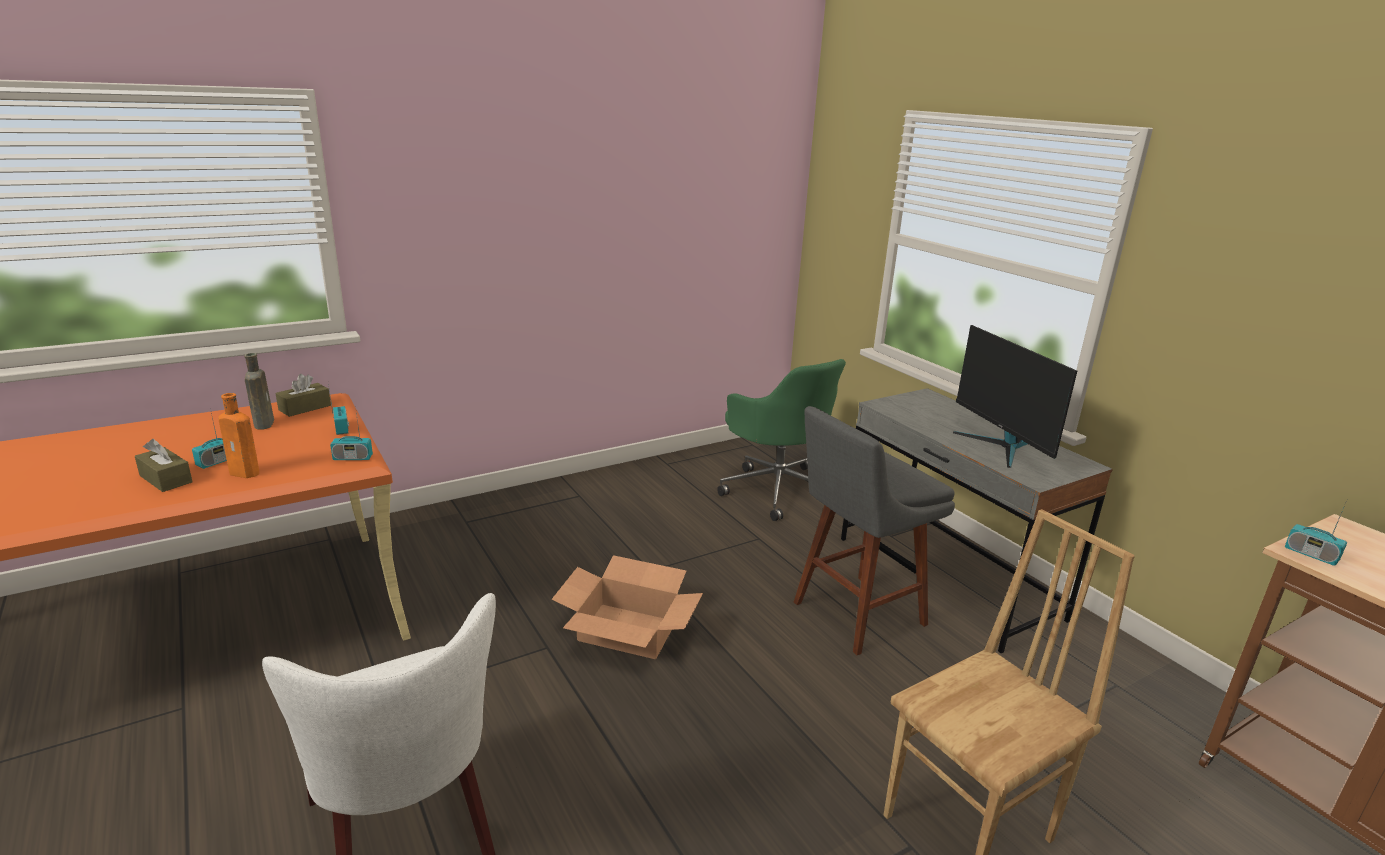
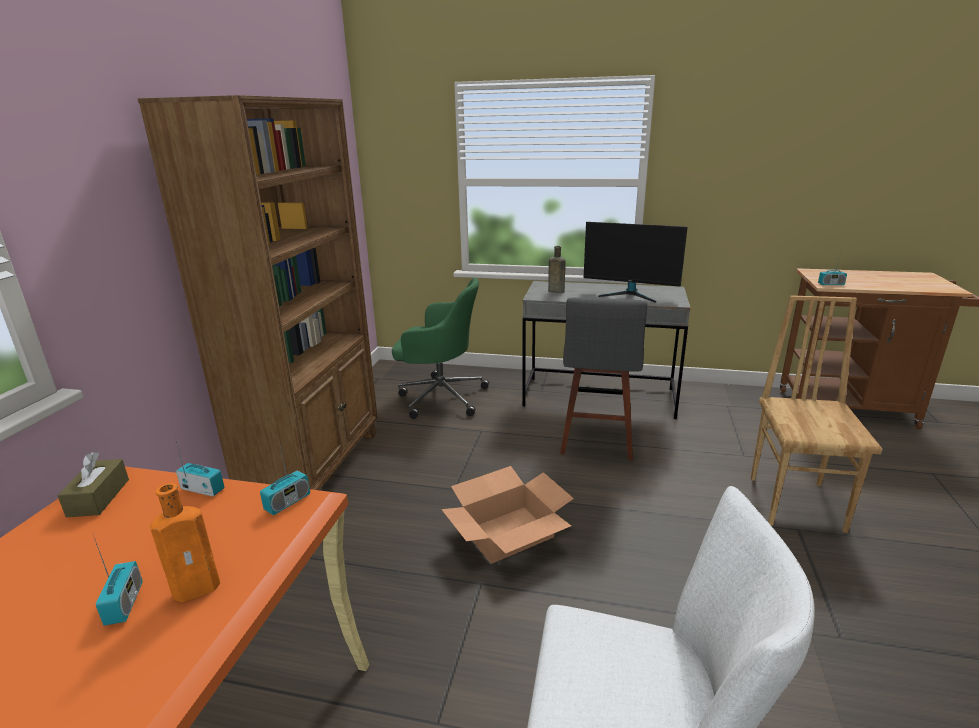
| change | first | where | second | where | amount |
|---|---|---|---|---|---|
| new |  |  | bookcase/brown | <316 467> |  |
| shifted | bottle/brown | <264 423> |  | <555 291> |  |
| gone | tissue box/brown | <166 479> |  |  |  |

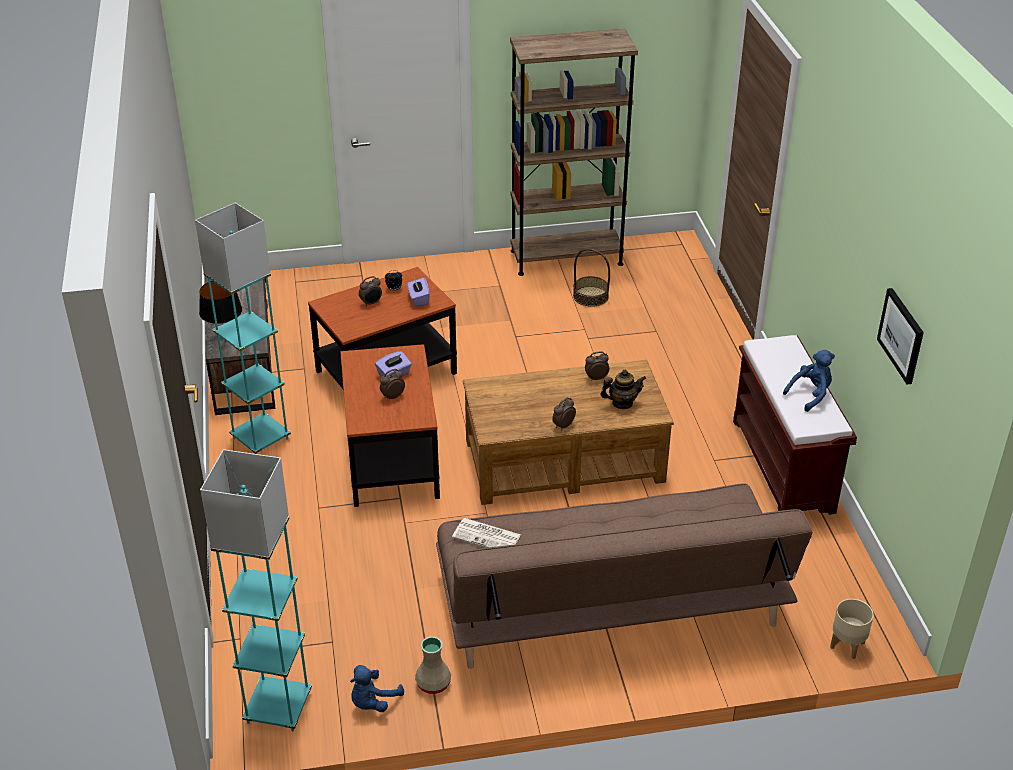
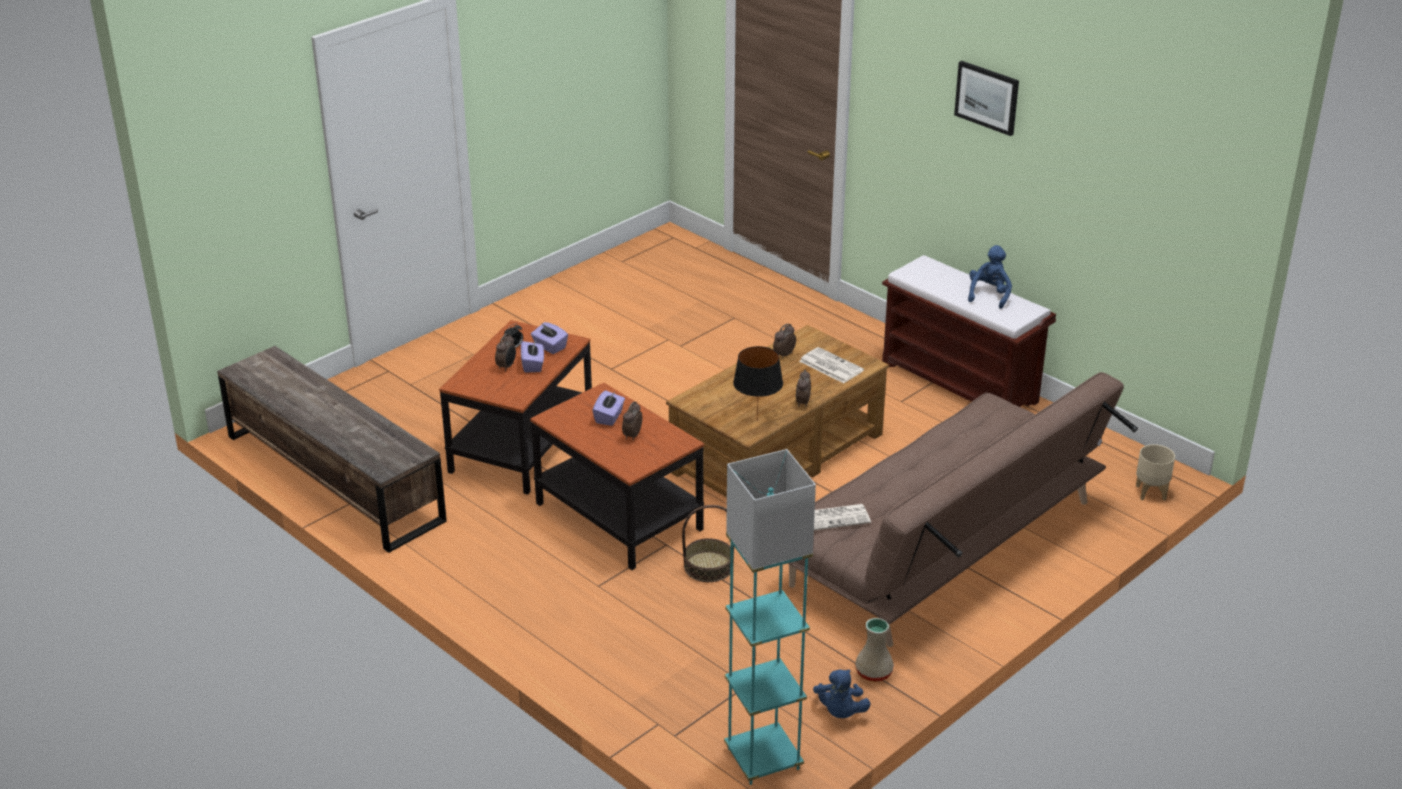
| change | first | where | second | where | amount |
|---|---|---|---|---|---|
| new |  |  | tissue box/purple | <533 365> |  |
| shifted | basket | <590 296> |  | <708 567> |  |
| shifted | table lamp/black | <225 342> |  | <758 420> |  |
| swapped | teapot | <622 403> | newspaper | <830 366> |  |
| shifted | picture | <901 335> |  | <987 97> |  |
| gone | floor lamp/turquoise | <260 438> |  |  |  |
| gone | bookcase/brown | <566 257> |  |  |  |

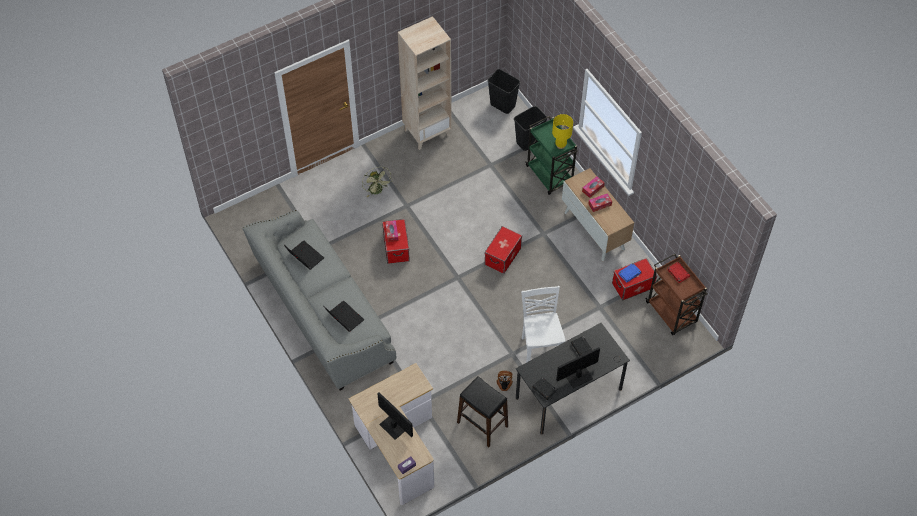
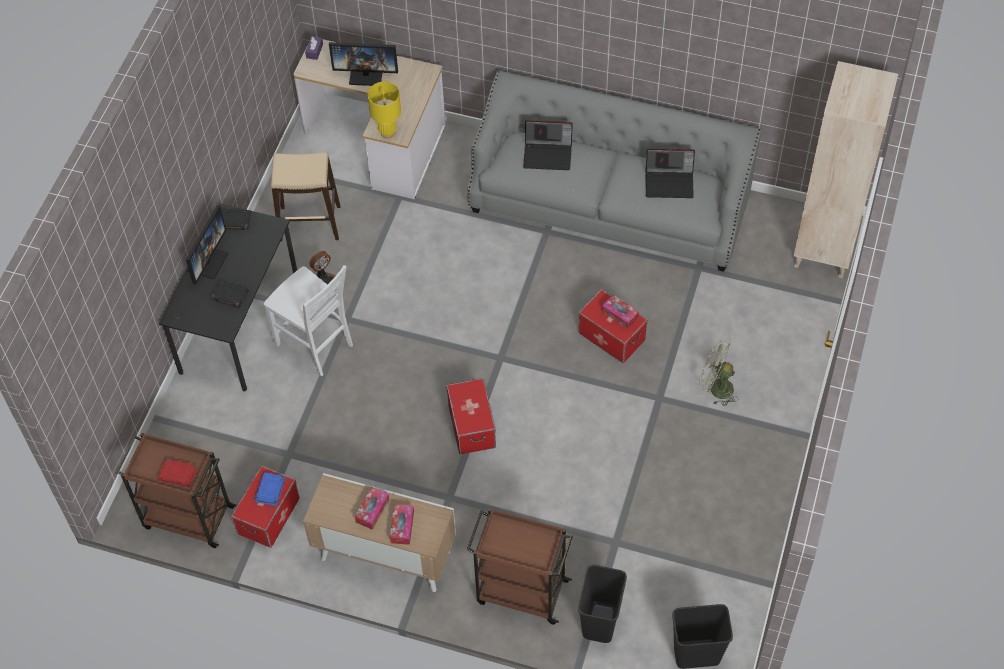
| change | first | where | second | where | amount |
|---|---|---|---|---|---|
| repainted | stool/black | <482 424> | stool/beige | <309 223> |  |
| shifted | table lamp/yellow | <560 145> |  | <388 132> |  |
| repainted | cart/green | <549 175> | cart/brown | <520 591> |  |
| shifted | bookcase/beige | <427 132> |  | <824 250> |  |

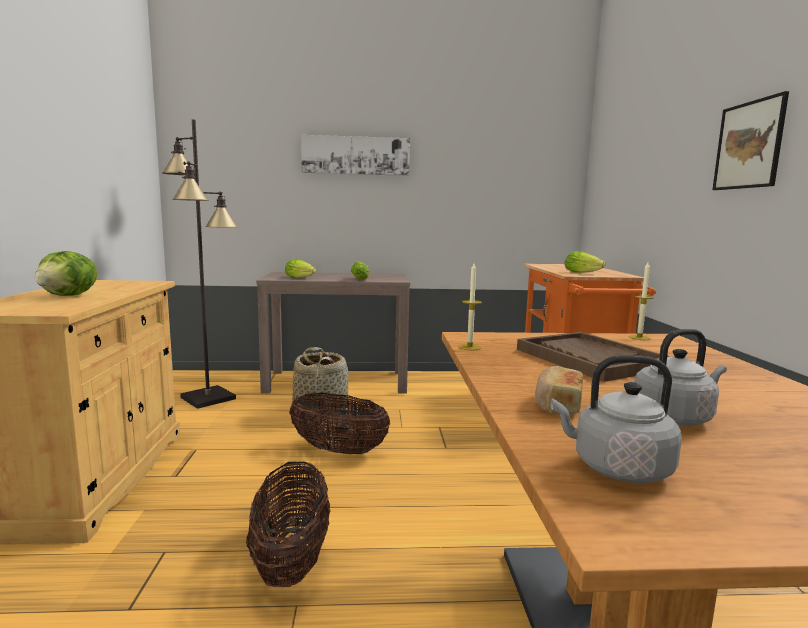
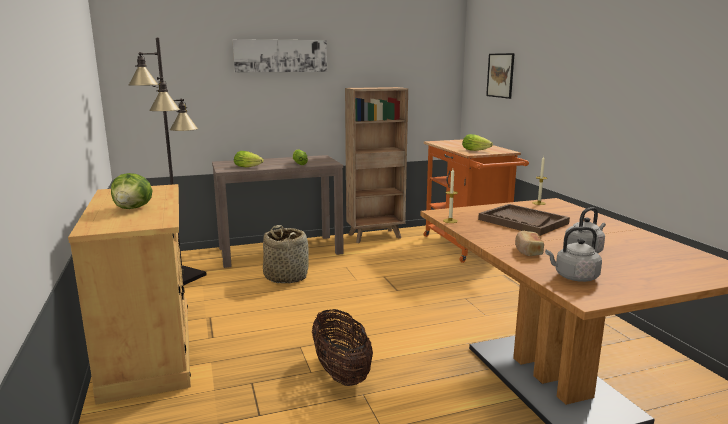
| change | first | where | second | where | amount |
|---|---|---|---|---|---|
| new |  |  | bookcase/brown | <376 236> |  |
| shifted | picture | <749 145> |  | <500 75> |  |
| gone | basket | <338 450> |  |  |  |

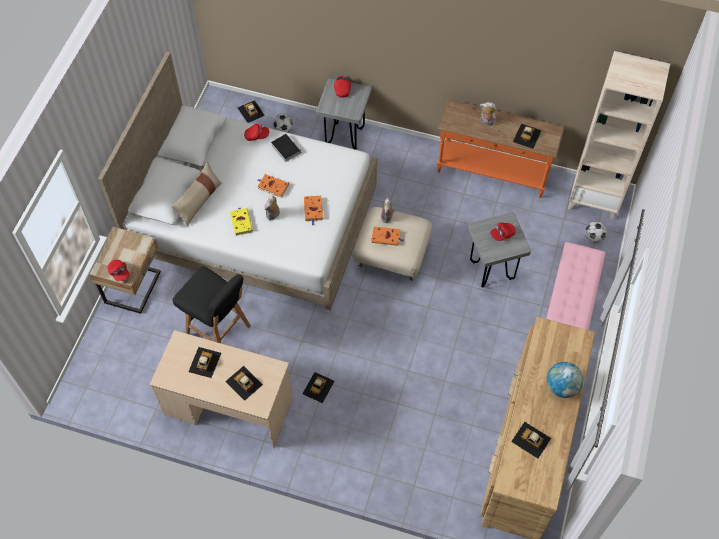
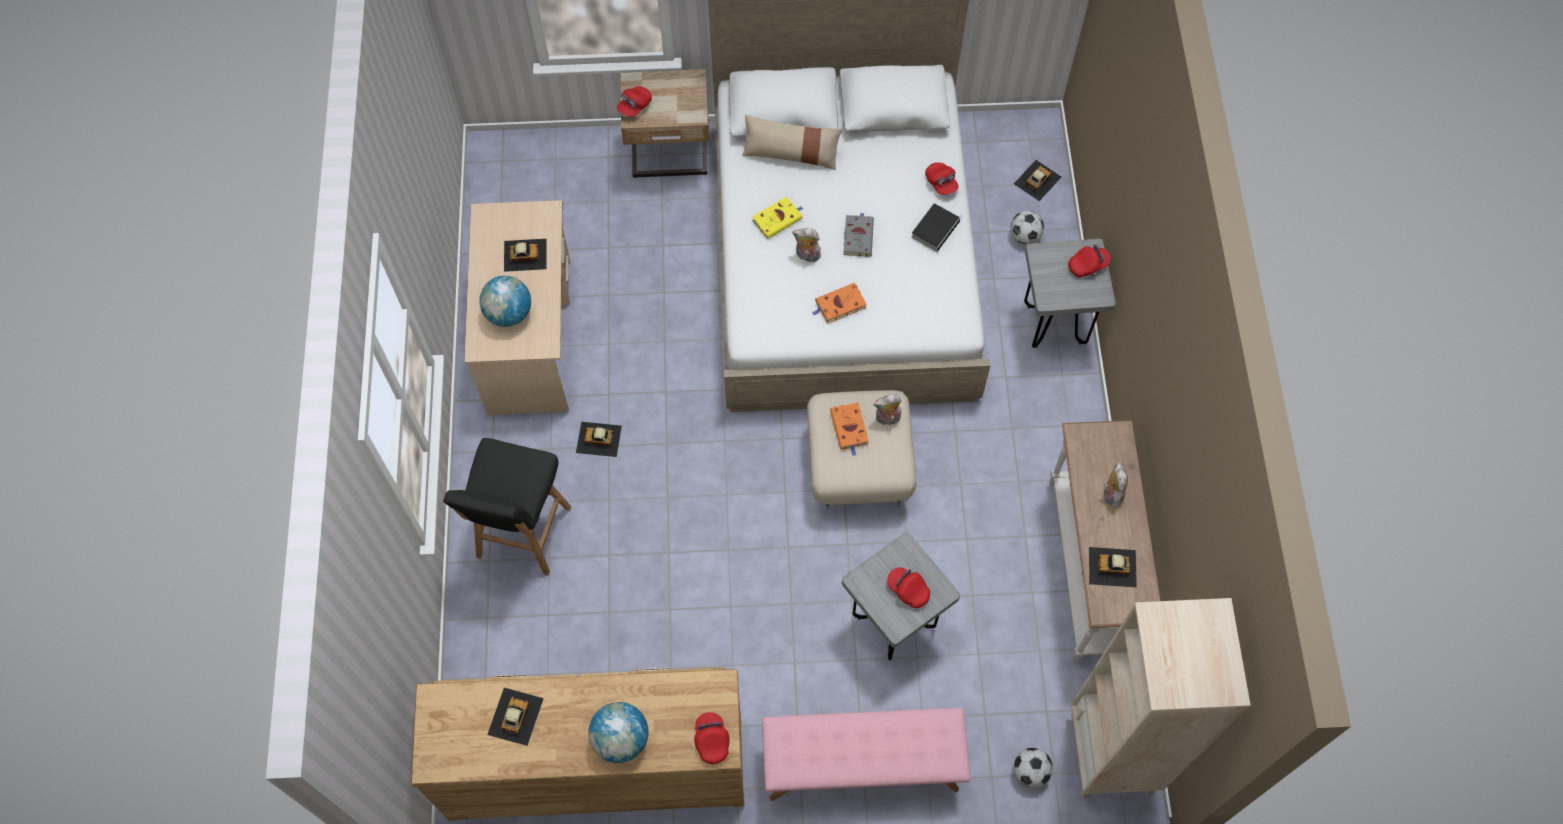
| change | first | where | second | where | amount |
|---|---|---|---|---|---|
| shifted | stool/black | <219 332> |  | <523 534> |  |
| swapped | toy car | <244 383> | globe | <509 313> |  |
| new |  |  | cap/red | <712 740> |  |
| repainted | book/orange | <272 186> | book/grey | <858 236> |  |
| repainted | console table/orange | <492 173> | console table/white | <1086 569> |  |

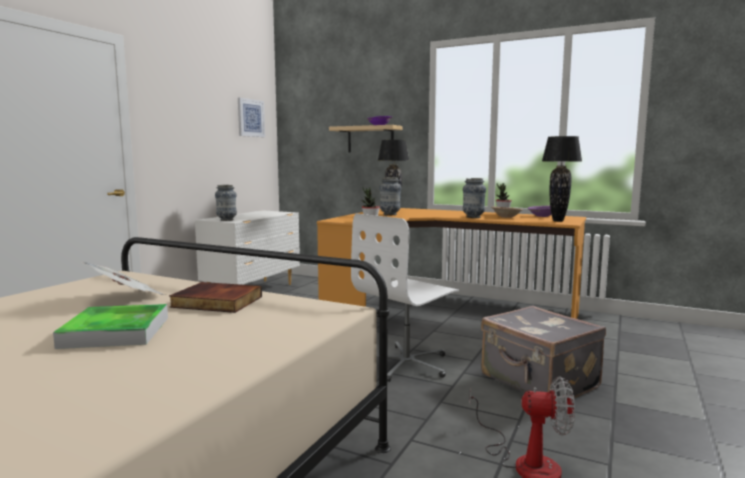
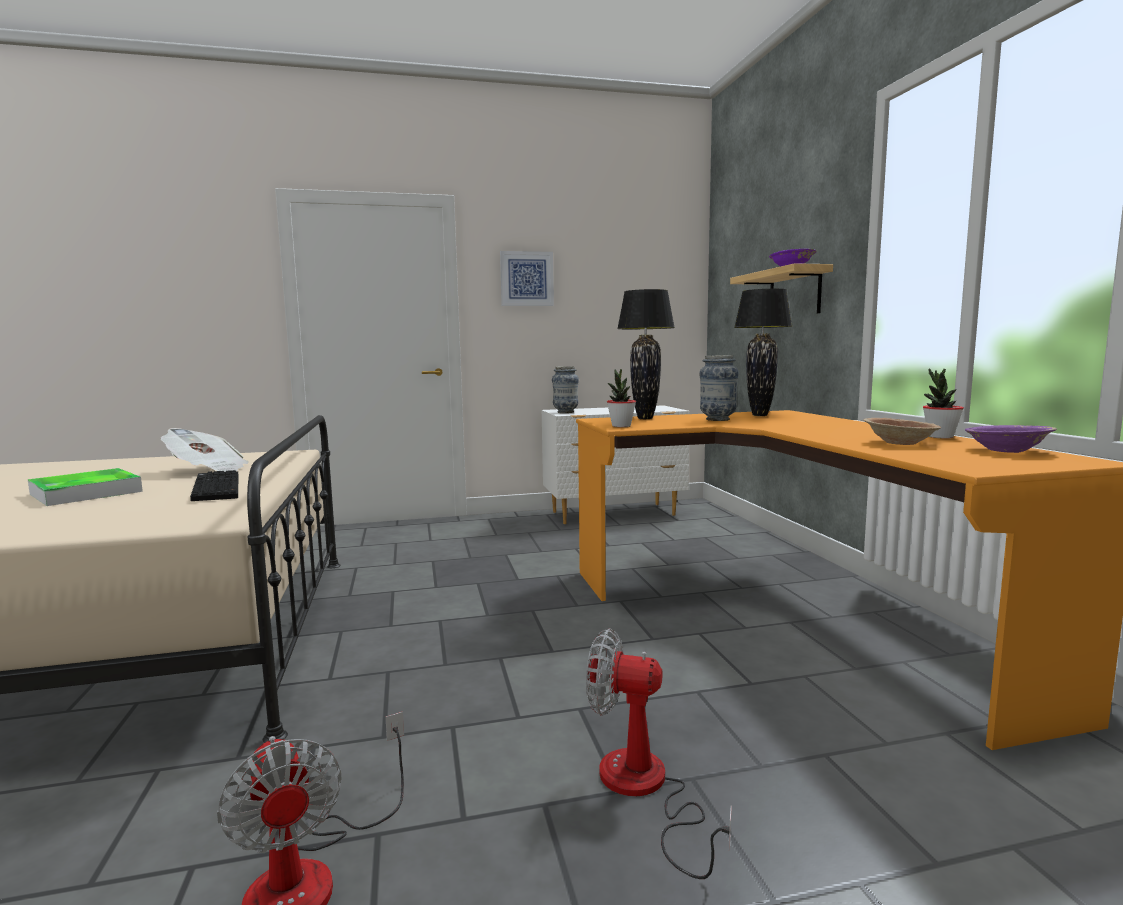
| change | first | where | second | where | amount |
|---|---|---|---|---|---|
| swapped | book | <216 302> | keyboard | <214 488> |  |
| shifted | picture | <250 118> |  | <526 279> |  |
| swapped | suitcase/grey | <538 382> | fan | <644 790> |  |
| shifted | table lamp/black | <557 221> |  | <644 418> |  |
| gone | office chair/white | <407 364> |  |  |  |
| gone | vase | <473 217> |  |  |  |

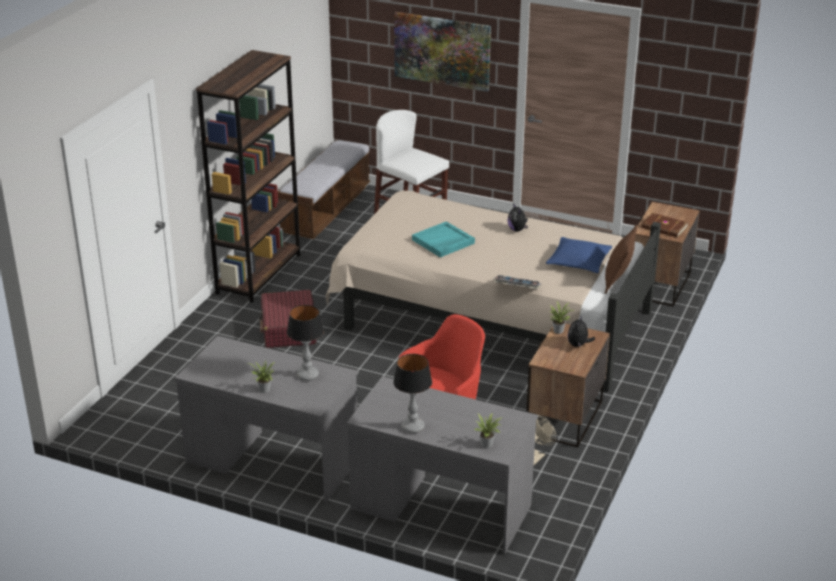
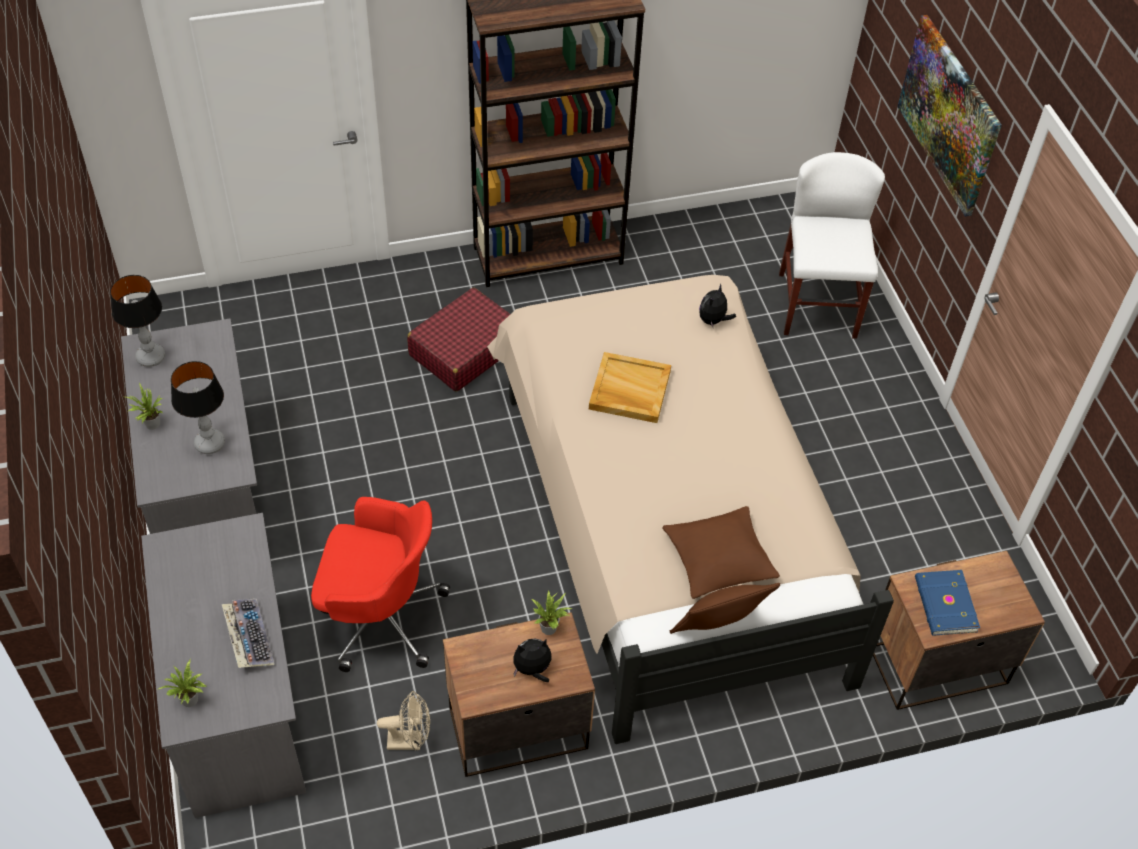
| change | first | where | second | where | amount |
|---|---|---|---|---|---|
| shifted | table lamp | <412 427> |  | <150 357> |  |
| shifted | keyboard | <515 287> |  | <248 637> |  |
| repainted | tray/turquoise | <443 242> | tray/beige | <629 390> |  |
| repainted | pillow/blue | <578 262> | pillow/brown | <718 559> |  |
| shifted | plush toy | <517 230> |  | <713 320> |  |
| repainted | book/brown | <664 227> | book/blue | <944 605> |  |
| gone | bench | <326 209> |  |  |  |

